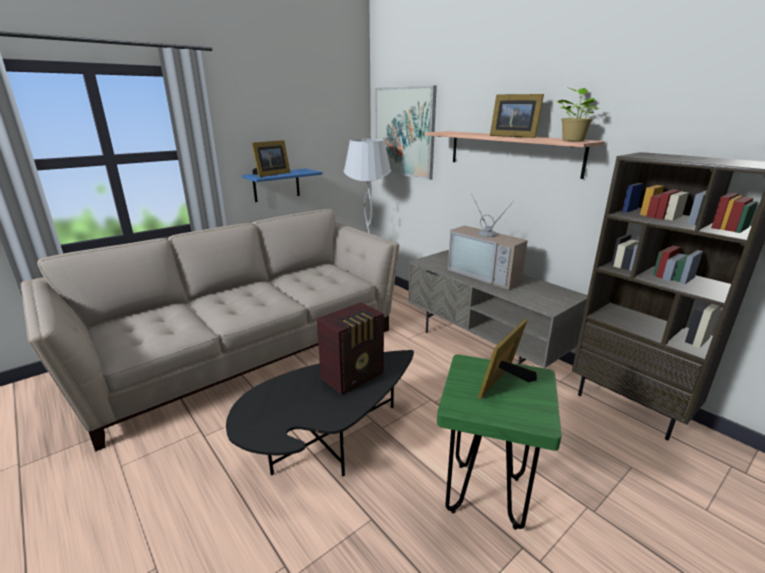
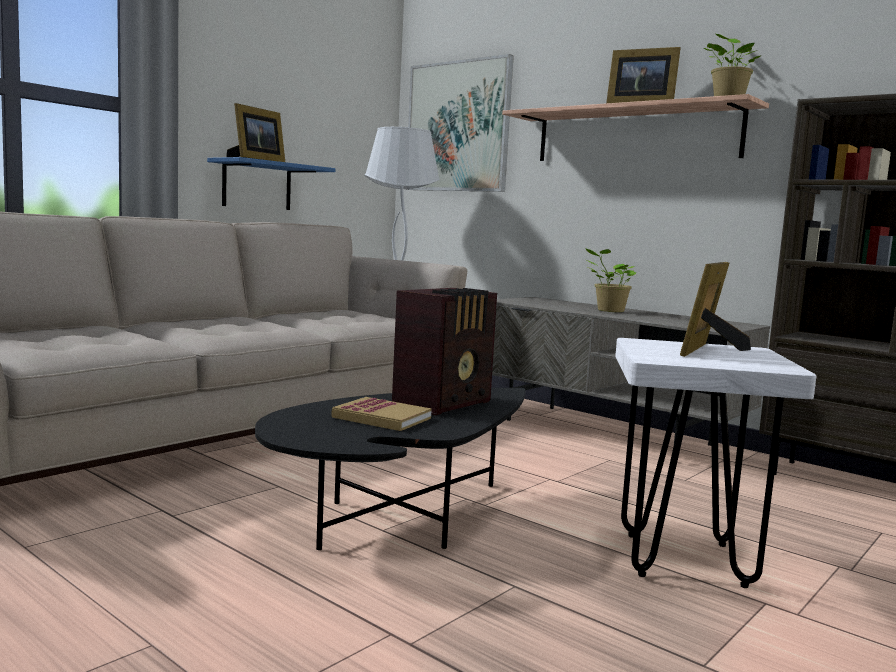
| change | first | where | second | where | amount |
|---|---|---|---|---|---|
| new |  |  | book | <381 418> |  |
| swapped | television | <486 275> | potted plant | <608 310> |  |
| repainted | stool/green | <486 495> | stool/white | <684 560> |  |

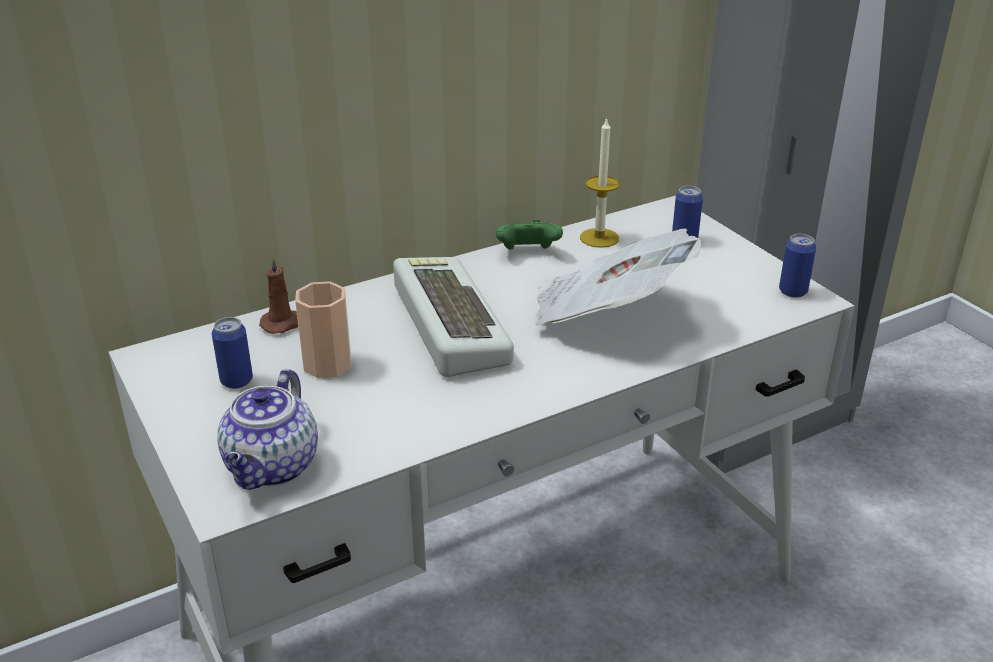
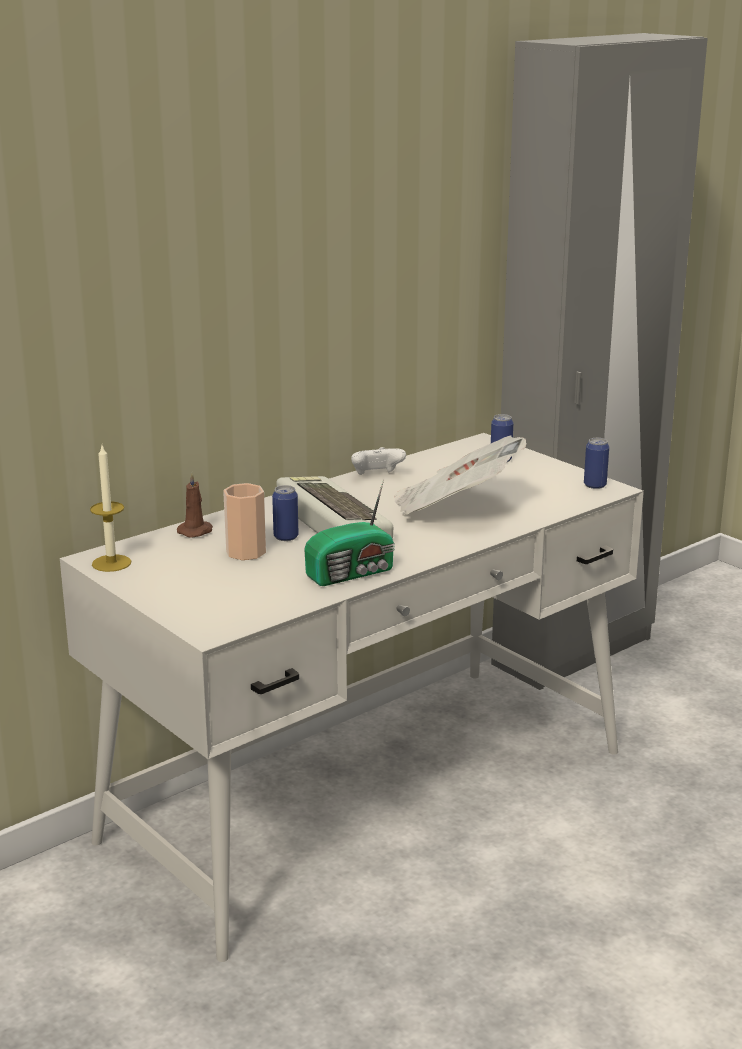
| change | first | where | second | where | amount |
|---|---|---|---|---|---|
| shifted | candle | <599 238> |  | <111 563> |  |
| shifted | can | <236 381> |  | <286 537> |  |
| new |  |  | radio | <353 573> |  |
| repainted | game controller/green | <528 253> | game controller/white | <376 476> |  |
| gone | teapot | <272 468> |  |  |  |

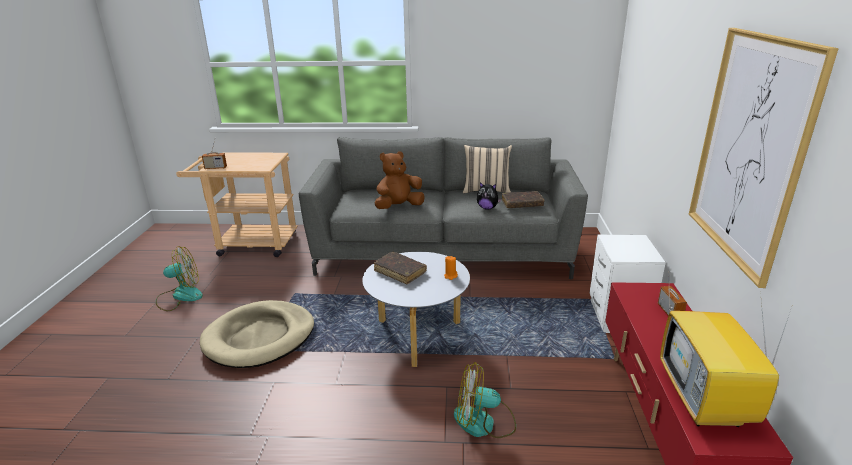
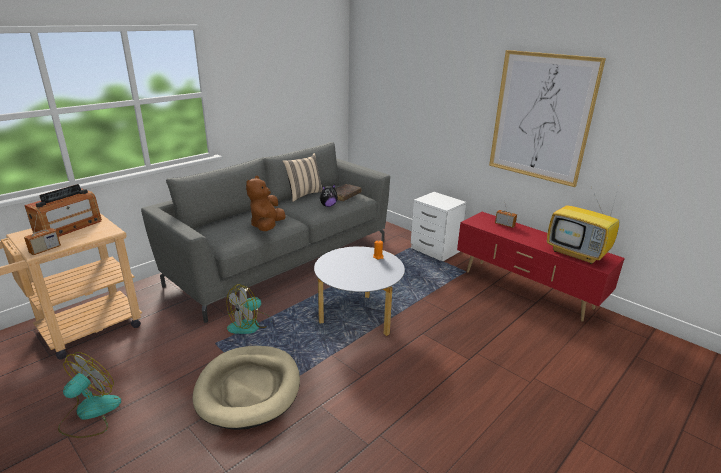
| change | first | where | second | where | amount |
|---|---|---|---|---|---|
| new |  |  | radio | <68 227> |  |
| shifted | fan | <484 422> |  | <250 325> |  |
| gone | book/brown | <400 272> |  |  |  |

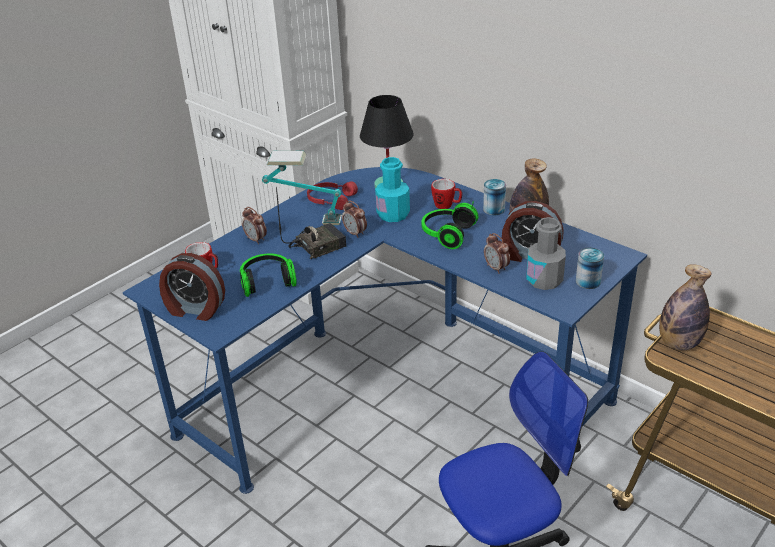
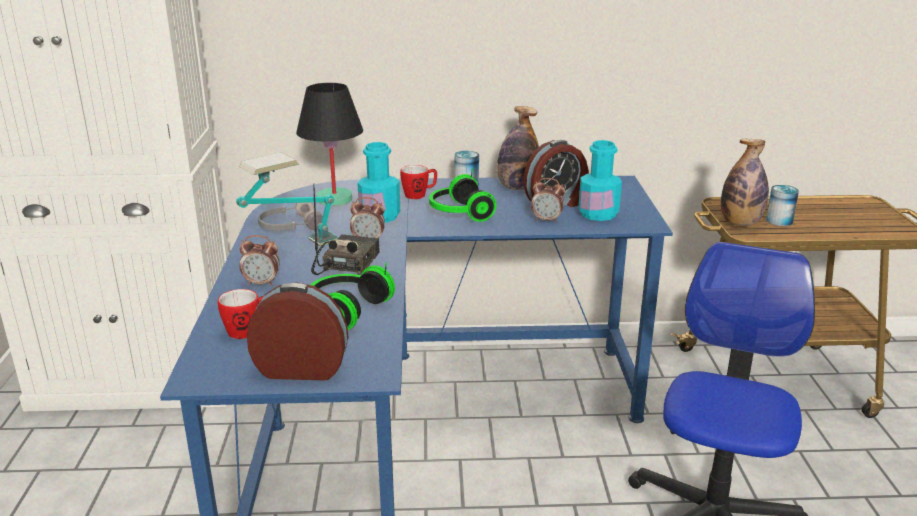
| change | first | where | second | where | amount |
|---|---|---|---|---|---|
| rotated | alarm clock | <195 309> |  | <302 368> | 150 degrees counterclockwise |
| repainted | headphones/red | <331 200> | headphones/grey | <289 226> |  |
| repainted | bottle/grey | <544 280> | bottle/turquoise | <598 214> |  |
| shifted | can | <588 281> |  | <779 221> |  |

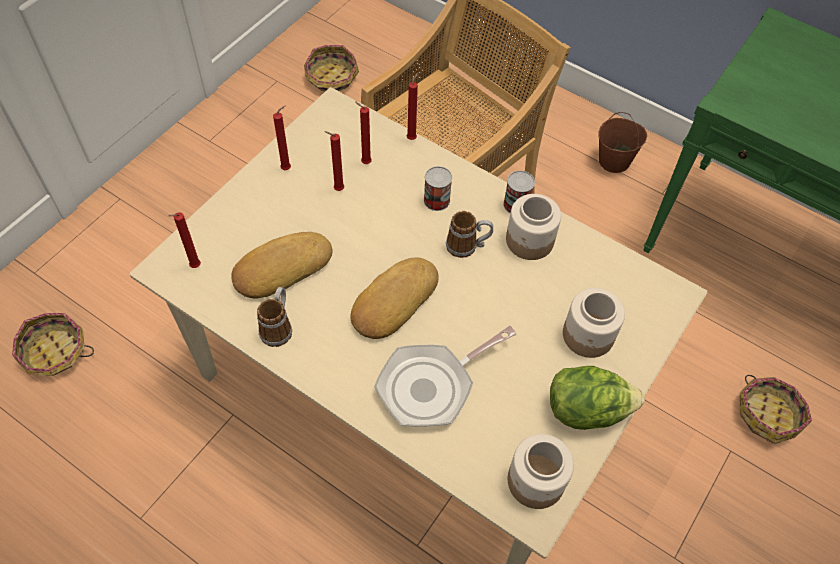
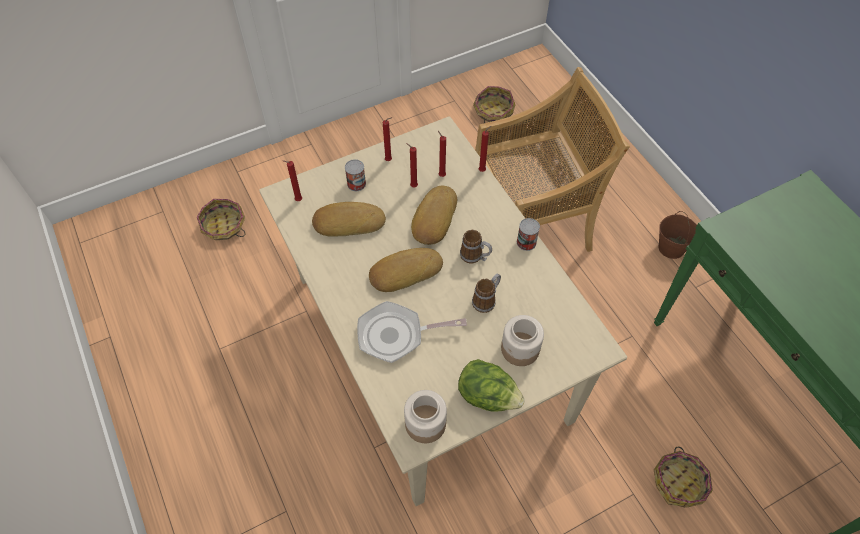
| change | first | where | second | where | amount |
|---|---|---|---|---|---|
| shifted | can | <436 200> |  | <356 184> |  |
| new |  |  | bread | <433 218> |  |
| shifted | mug | <278 327> |  | <486 299> |  |
| gone | jar | <529 241> |  |  |  |

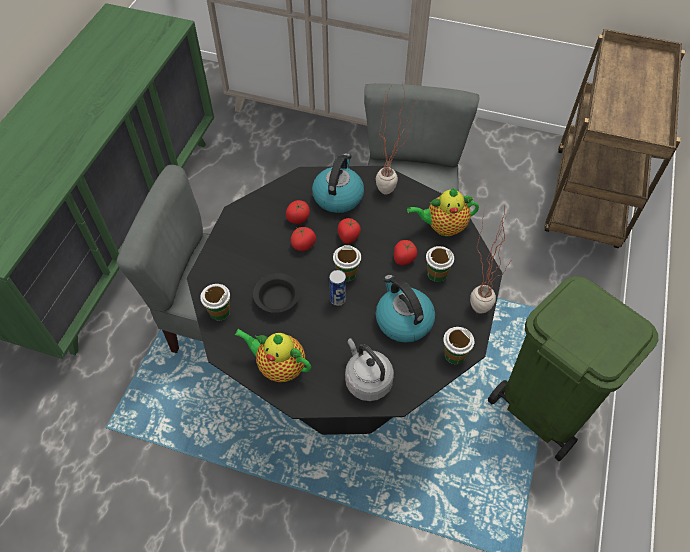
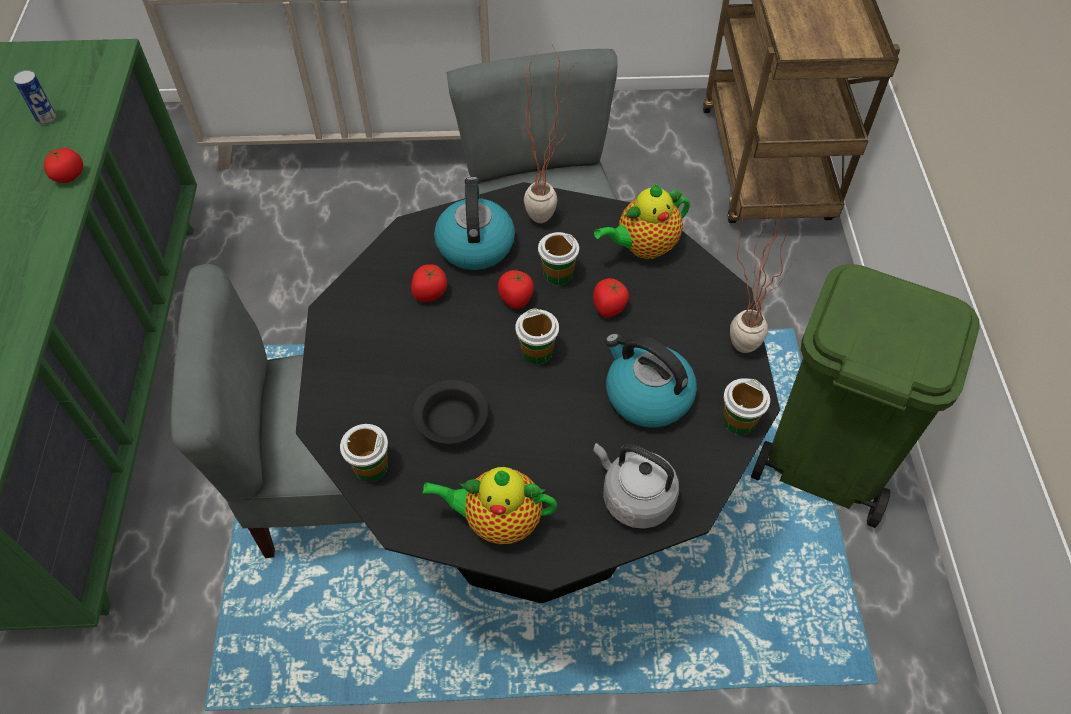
| change | first | where | second | where | amount |
|---|---|---|---|---|---|
| shifted | can | <337 299> |  | <46 118> |  |
| shifted | tomato | <303 245> |  | <69 176> |  |
| shifted | cup | <436 273> |  | <557 274> |  |

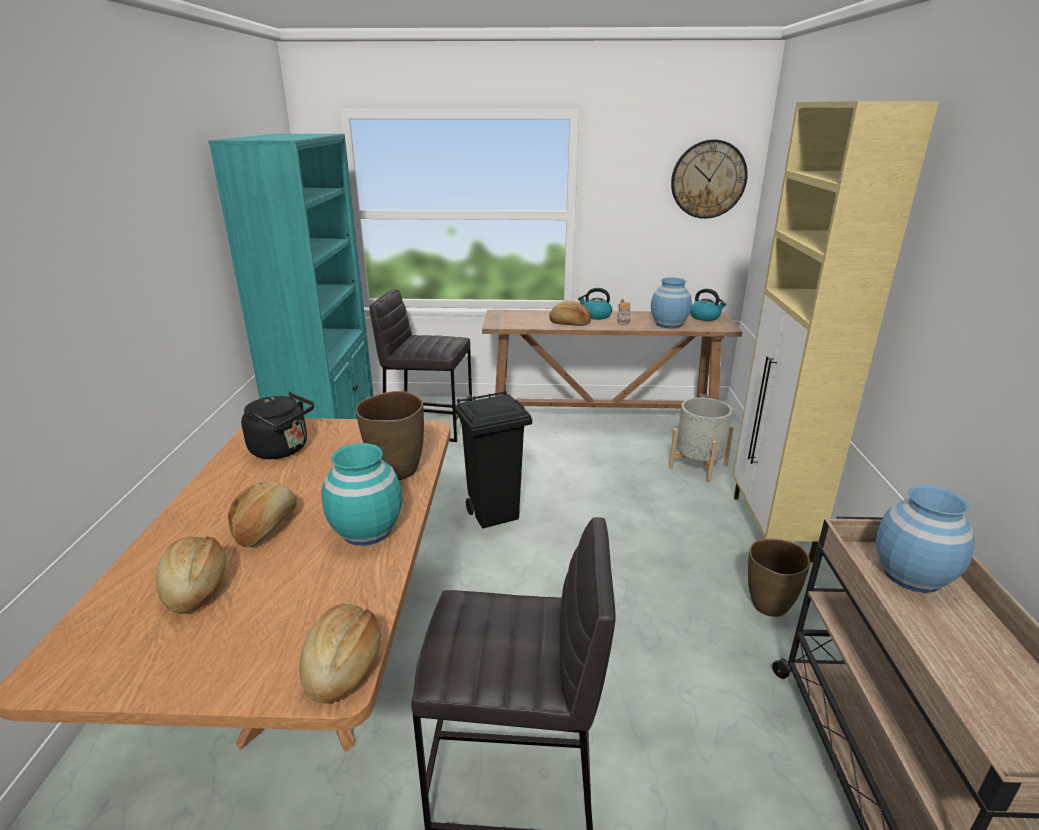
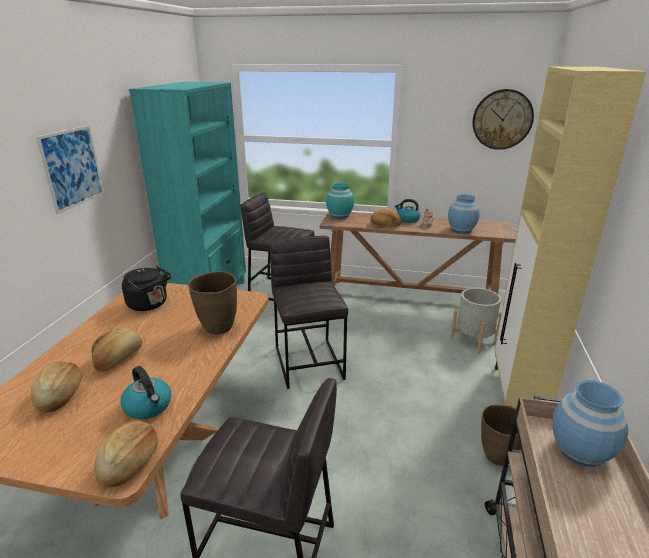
| change | first | where | second | where | amount |
|---|---|---|---|---|---|
| new |  |  | picture | <72 168> |  |
| shifted | kettle | <705 317> |  | <149 407> |  |
| swapped | trash can/black | <494 514> | stool/grey | <309 362> |  |
| shifted | vase/turquoise | <367 530> |  | <340 215> |  |

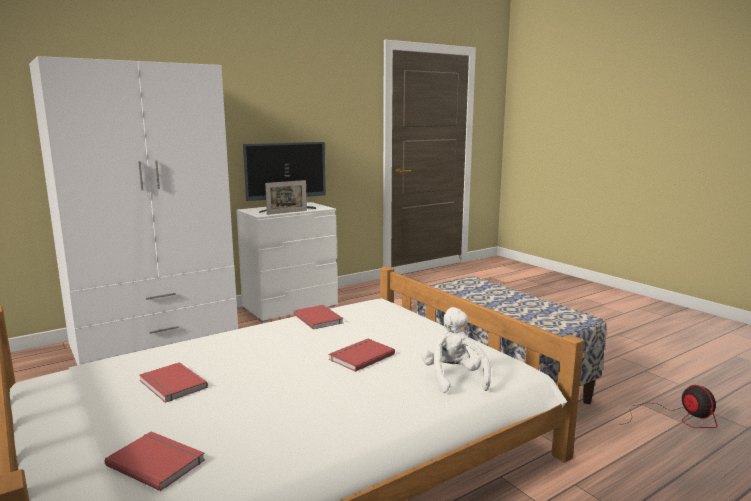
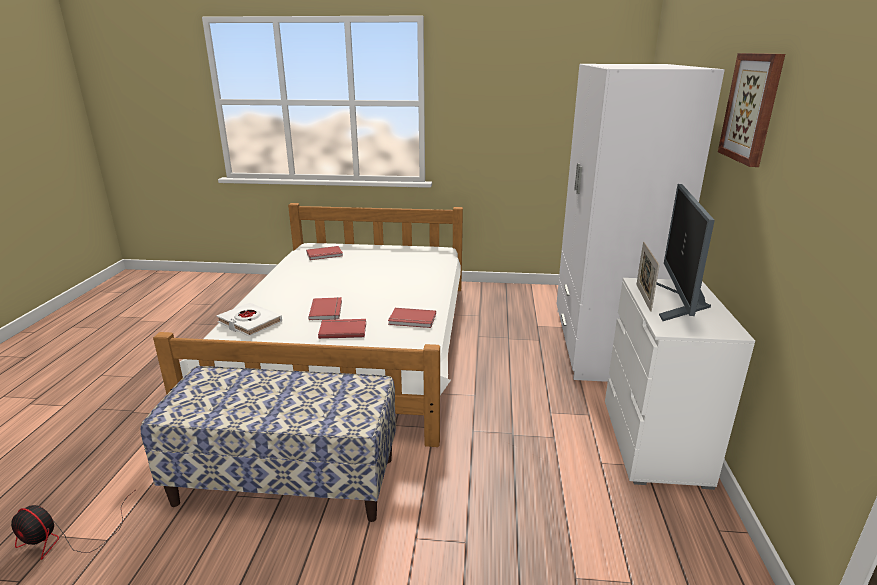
| change | first | where | second | where | amount |
|---|---|---|---|---|---|
| swapped | plush toy/white | <454 378> | book/white | <249 323> |  |
| shifted | book/red | <171 385> |  | <342 330> |  |
| new |  |  | picture | <752 108> |  |

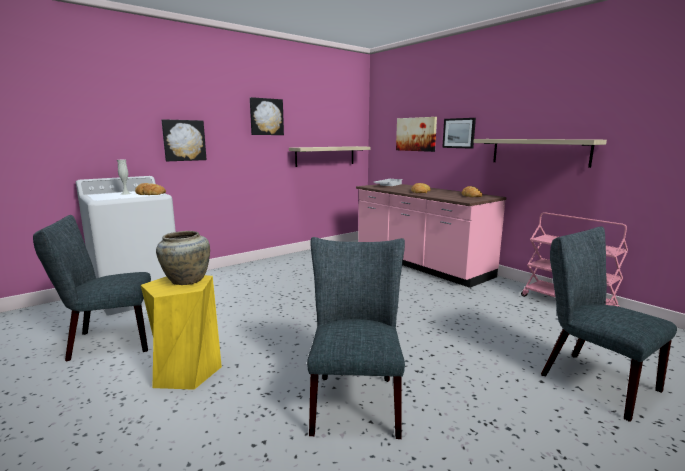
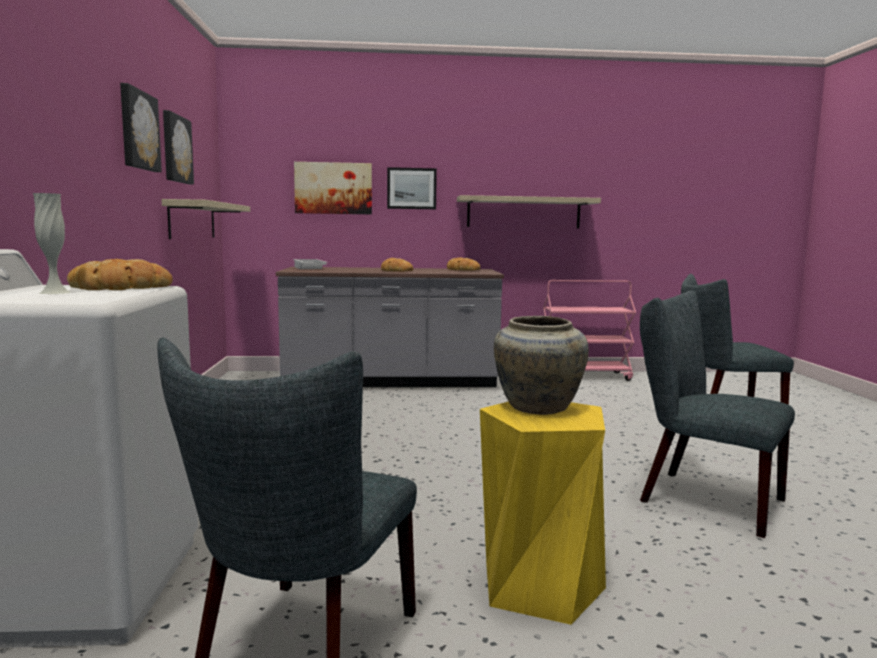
| change | first | where | second | where | amount |
|---|---|---|---|---|---|
| shifted | picture | <184 140> |  | <175 149> |  |
| repainted | counter/pink | <420 264> | counter/grey | <391 381> |  |

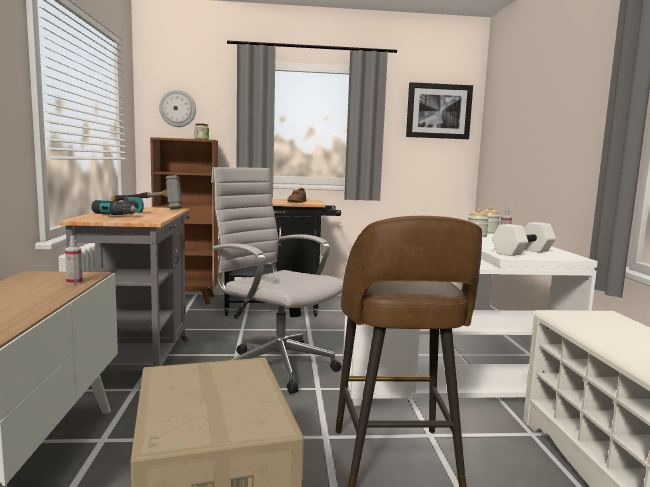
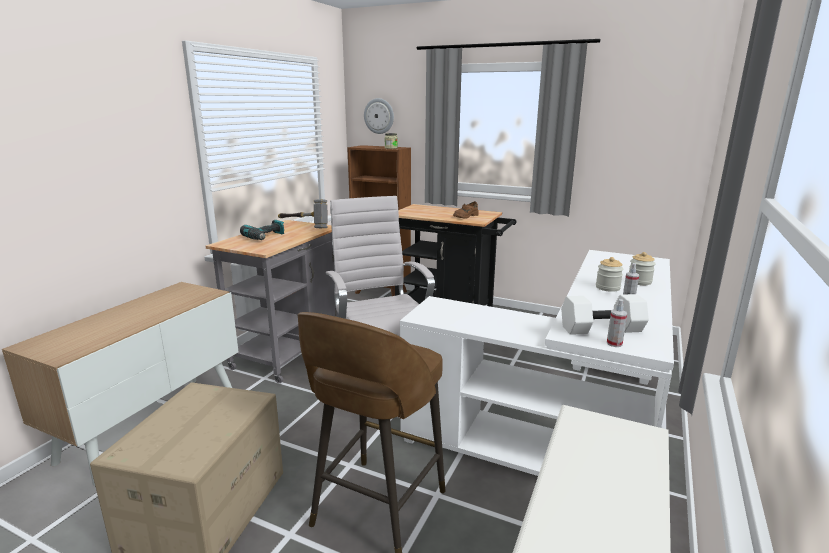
| change | first | where | second | where | amount |
|---|---|---|---|---|---|
| shifted | spray bottle | <74 282> |  | <614 343> |  |
| gone | picture | <438 111> |  |  |  |

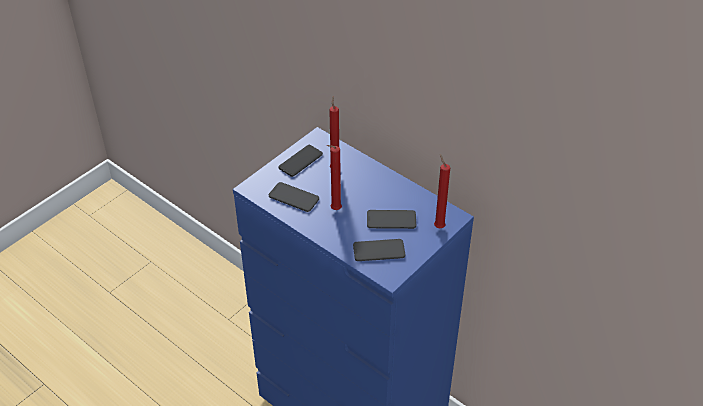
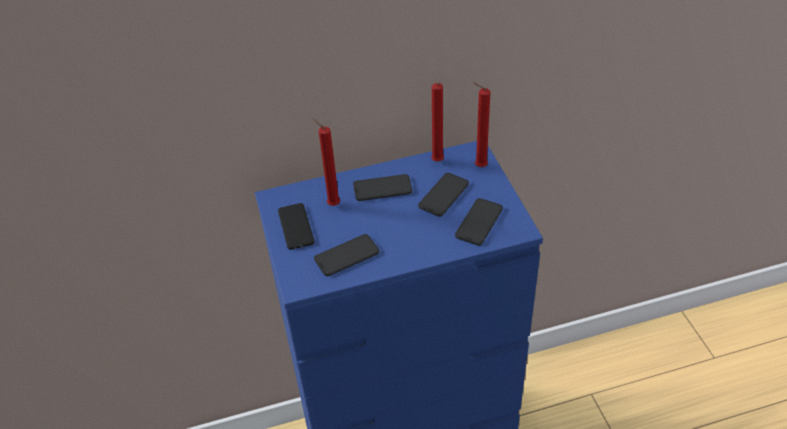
| change | first | where | second | where | amount |
|---|---|---|---|---|---|
| new |  |  | phone | <382 188> |  |
| shifted | candle/red | <334 210> |  | <437 162> |  |

